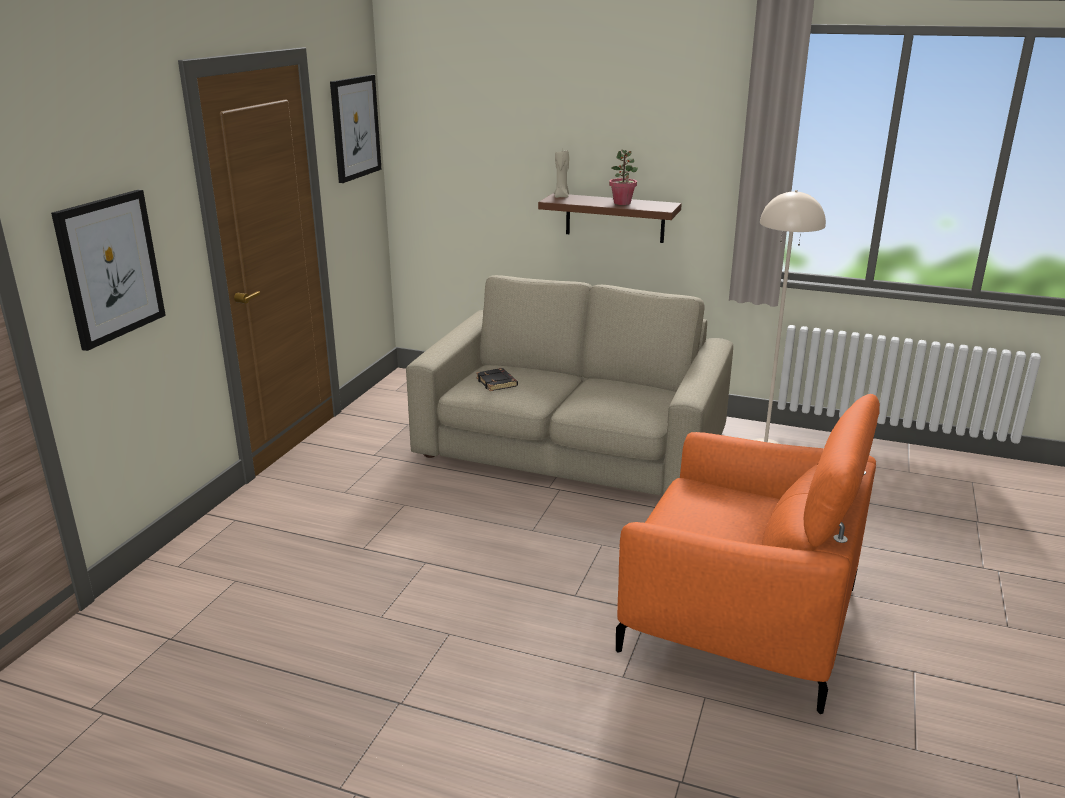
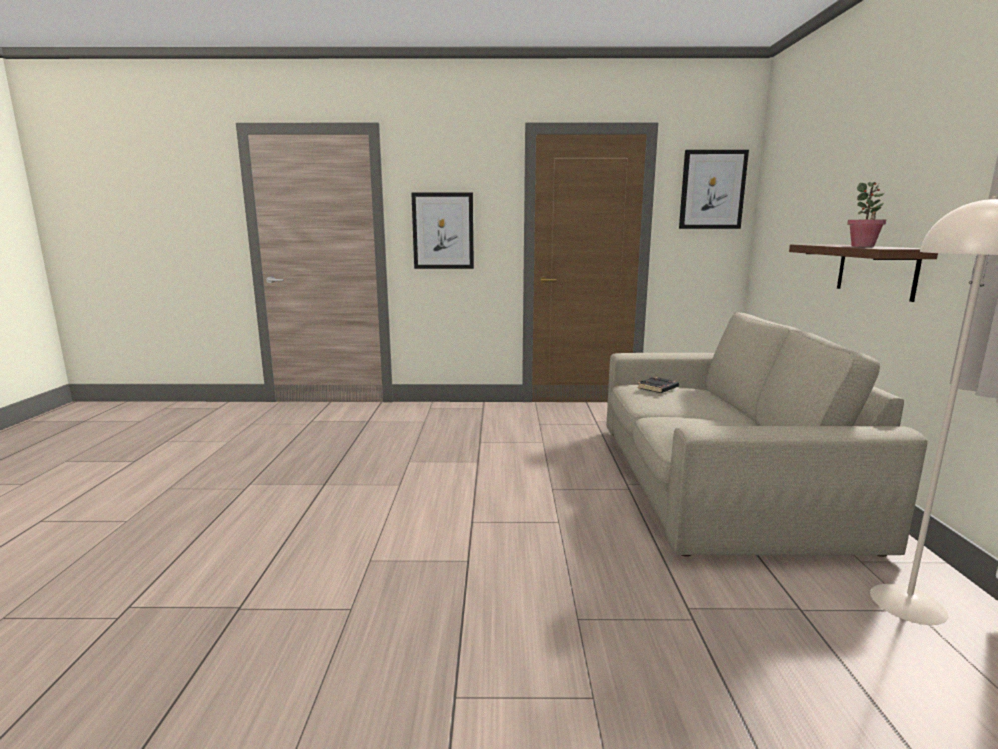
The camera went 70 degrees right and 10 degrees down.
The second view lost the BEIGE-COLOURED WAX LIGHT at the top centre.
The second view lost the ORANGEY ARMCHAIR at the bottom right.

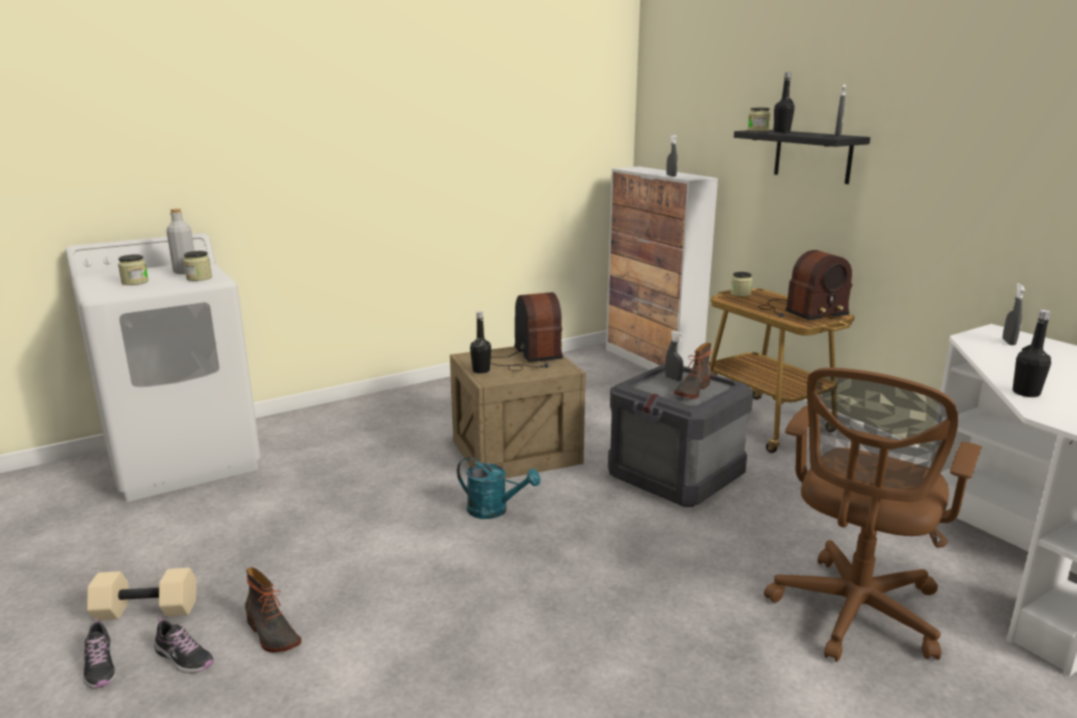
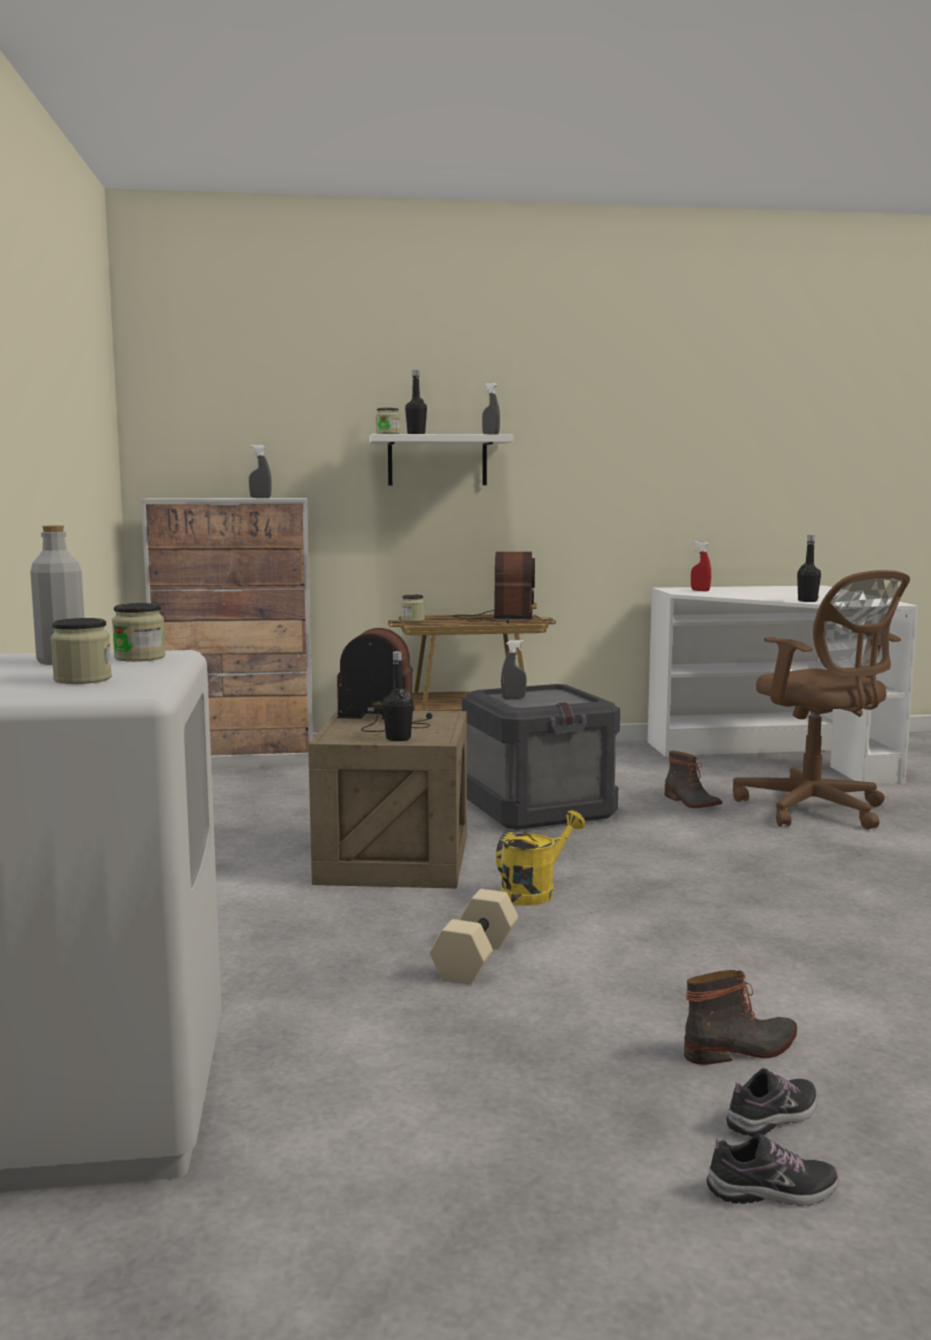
The camera went 65 degrees left and 10 degrees down.
What was the BLACKISH BRACKET SHELF at the top right turned into the WHITE BRACKET SHELF at the centre.
What was the GREYISH HAND SPRAYER (no. 4 from left) at the middle right turned into the REDDISH HAND SPRAYER at the middle right.
The TALL BOOT (no. 2 from left in the first image) ended up elsewhere, having gone from the centre to the middle right.
What was the BLUE-GREEN SPRINKLING CAN at the bottom centre turned into the YELLOWISH SPRINKLING CAN at the centre.
The BEIGE-COLOURED DUMBBELL ended up elsewhere, having gone from the bottom left to the bottom centre.

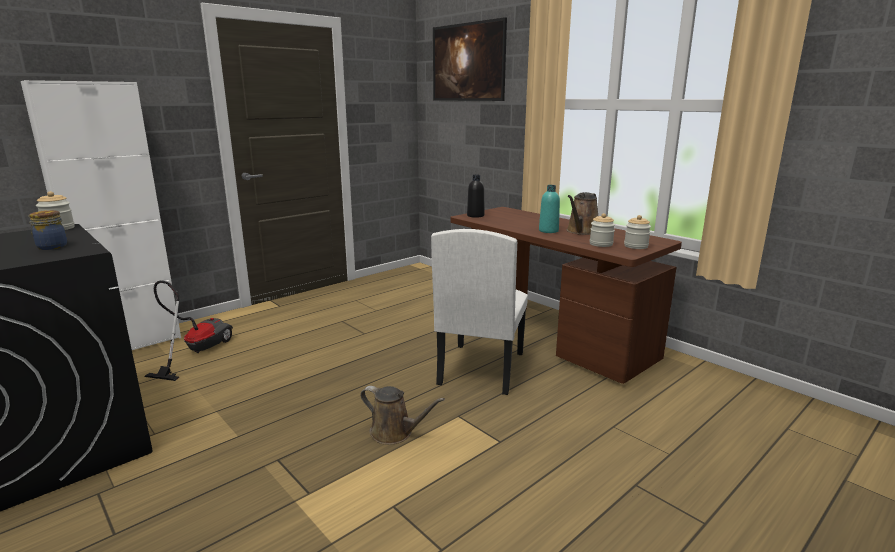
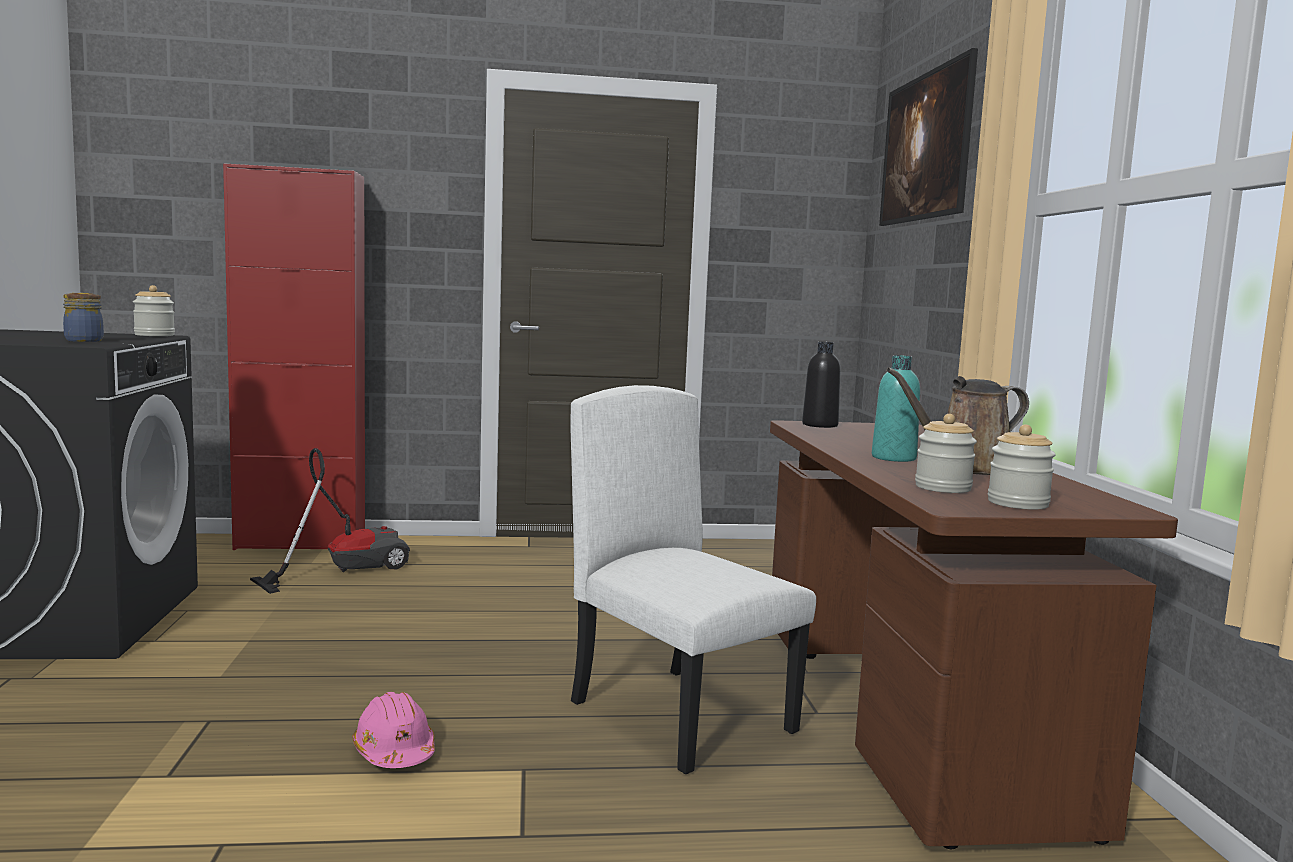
The camera went 35 degrees right and 10 degrees down.
What was the WHITE CUPBOARD at the middle left turned into the REDDISH CUPBOARD at the middle left.
The WHITE CHAIR at the centre ended up facing another way, 90 degrees clockwise from before.
Where the BROWN SPRINKLING CAN (no. 1 from left) stood at the bottom centre, the PINKISH SAFETY HELMET came to stand at the bottom left.

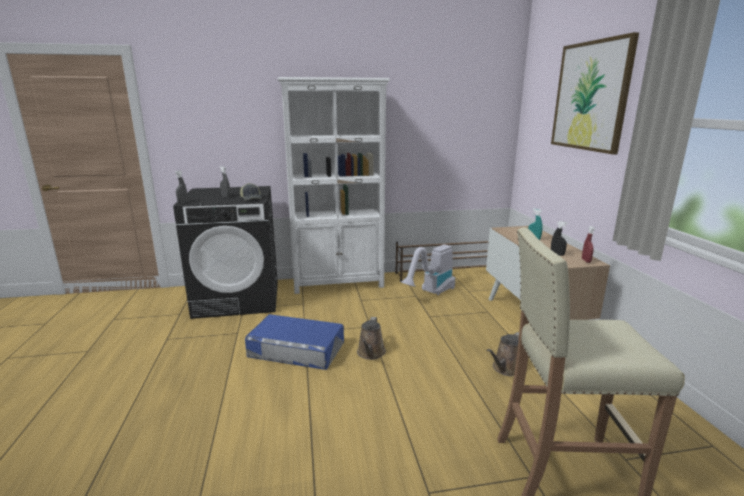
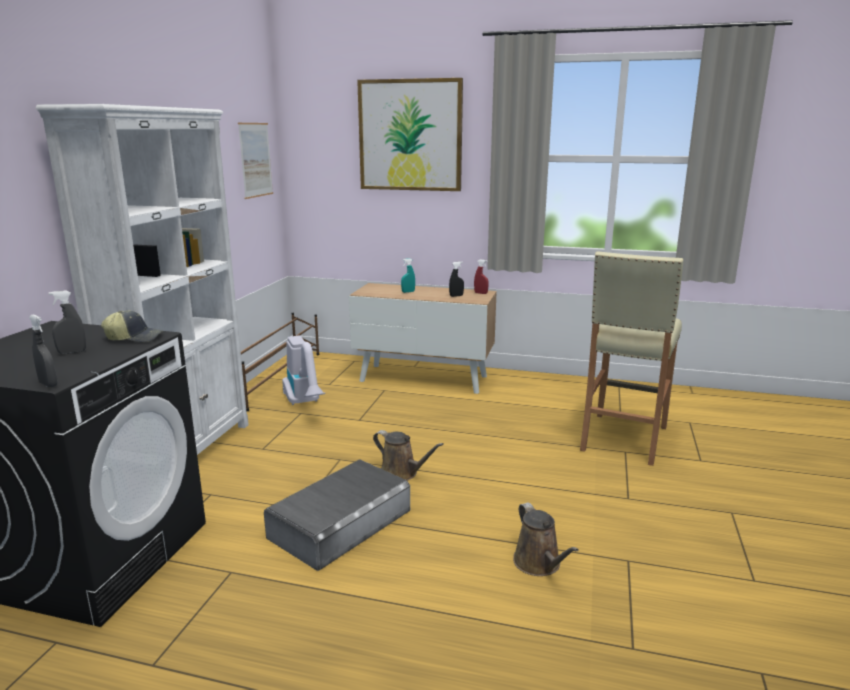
The camera went 65 degrees left and 0 degrees up.
What was the BLUISH STORAGE BIN at the bottom centre turned into the GREYISH STORAGE BIN at the bottom centre.
The BROWN SPRINKLING CAN (no. 2 from left) ended up elsewhere, having gone from the bottom right to the bottom centre.
The second view gained the PICTURE (no. 1 from left) at the top left.

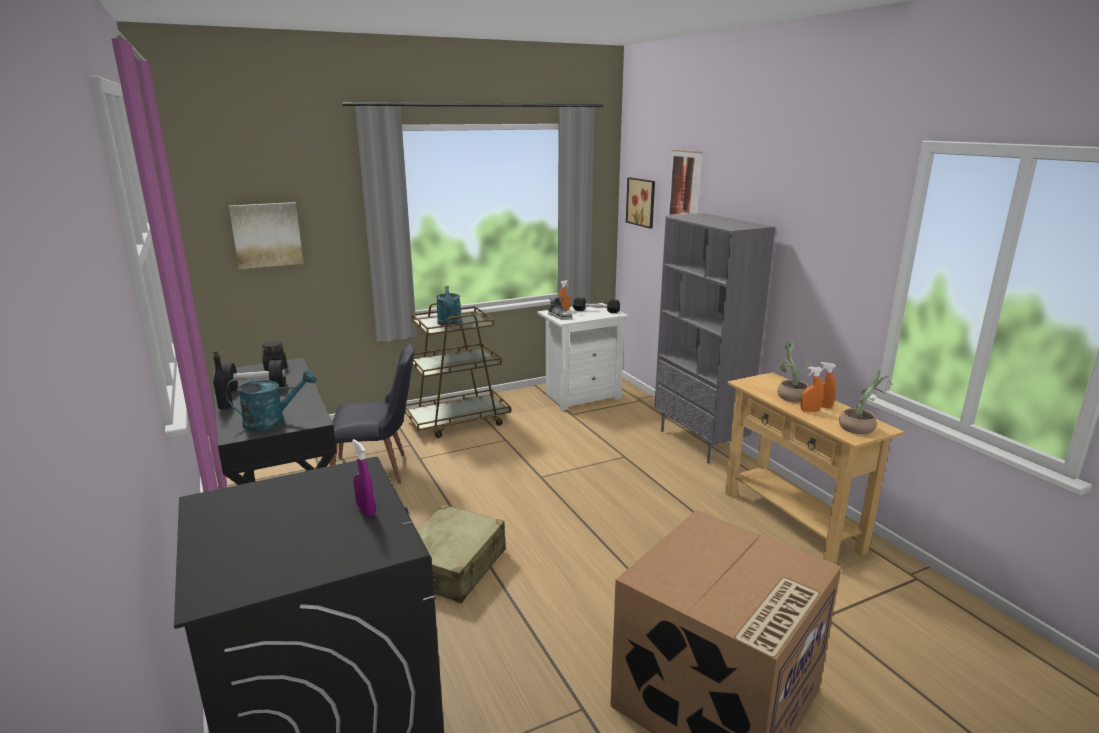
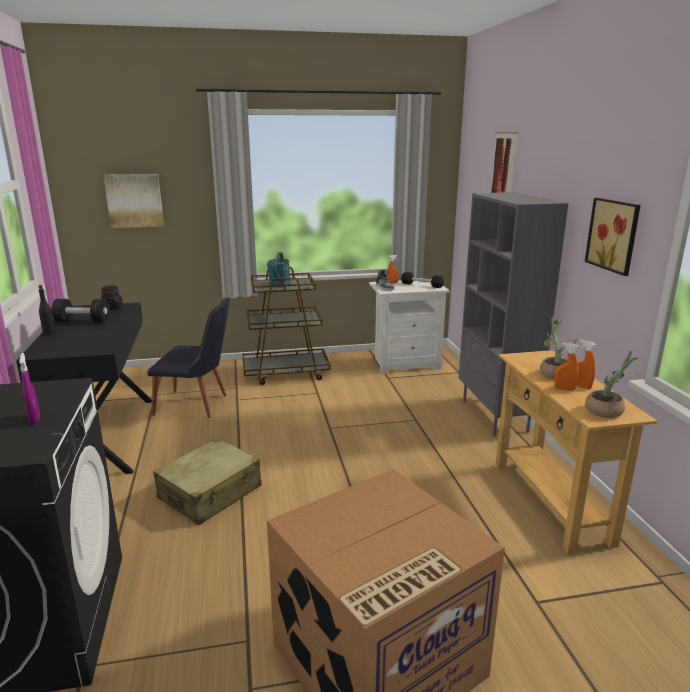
The camera went 15 degrees right and 0 degrees up.
The PICTURE (no. 2 from left in the first image) ended up elsewhere, having gone from the top centre to the middle right.
The second view lost the BLUE-GREEN SPRINKLING CAN (no. 1 from left) at the middle left.

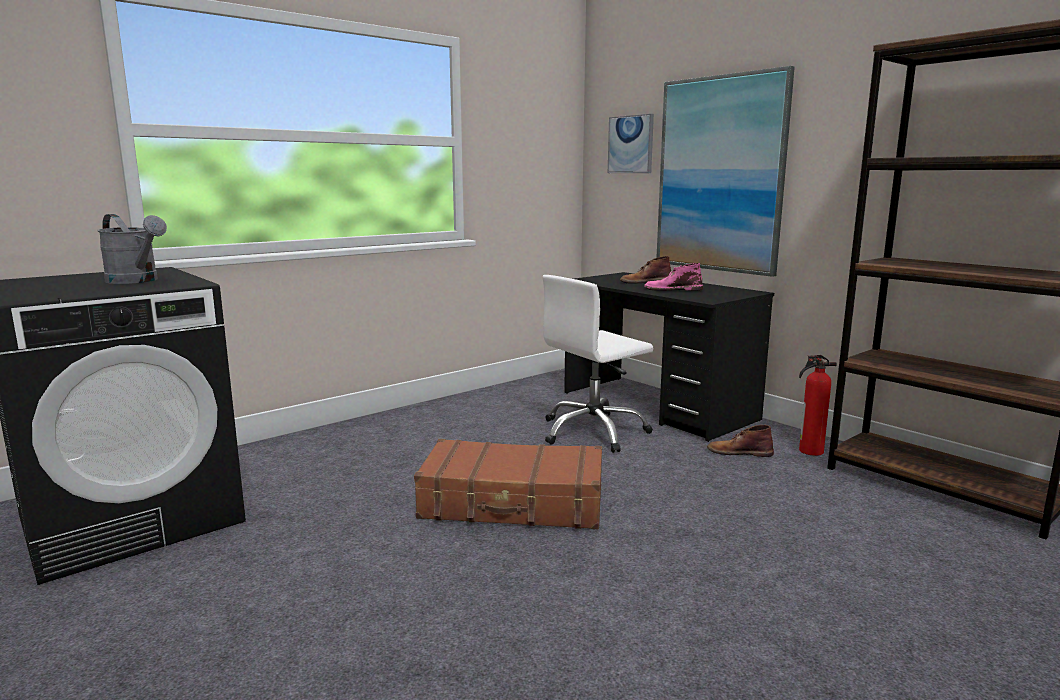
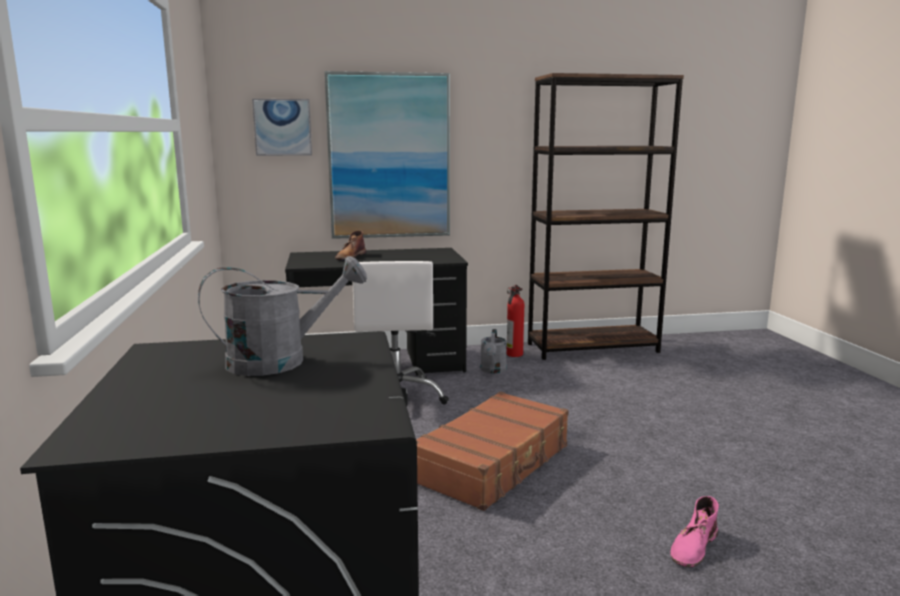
The camera went 60 degrees left and 0 degrees up.
The PINKISH TALL BOOT ended up elsewhere, having gone from the centre to the bottom right.
Where the BROWN TALL BOOT (no. 2 from left) stood at the middle right, the GREYISH SPRINKLING CAN (no. 2 from left) came to stand at the centre.

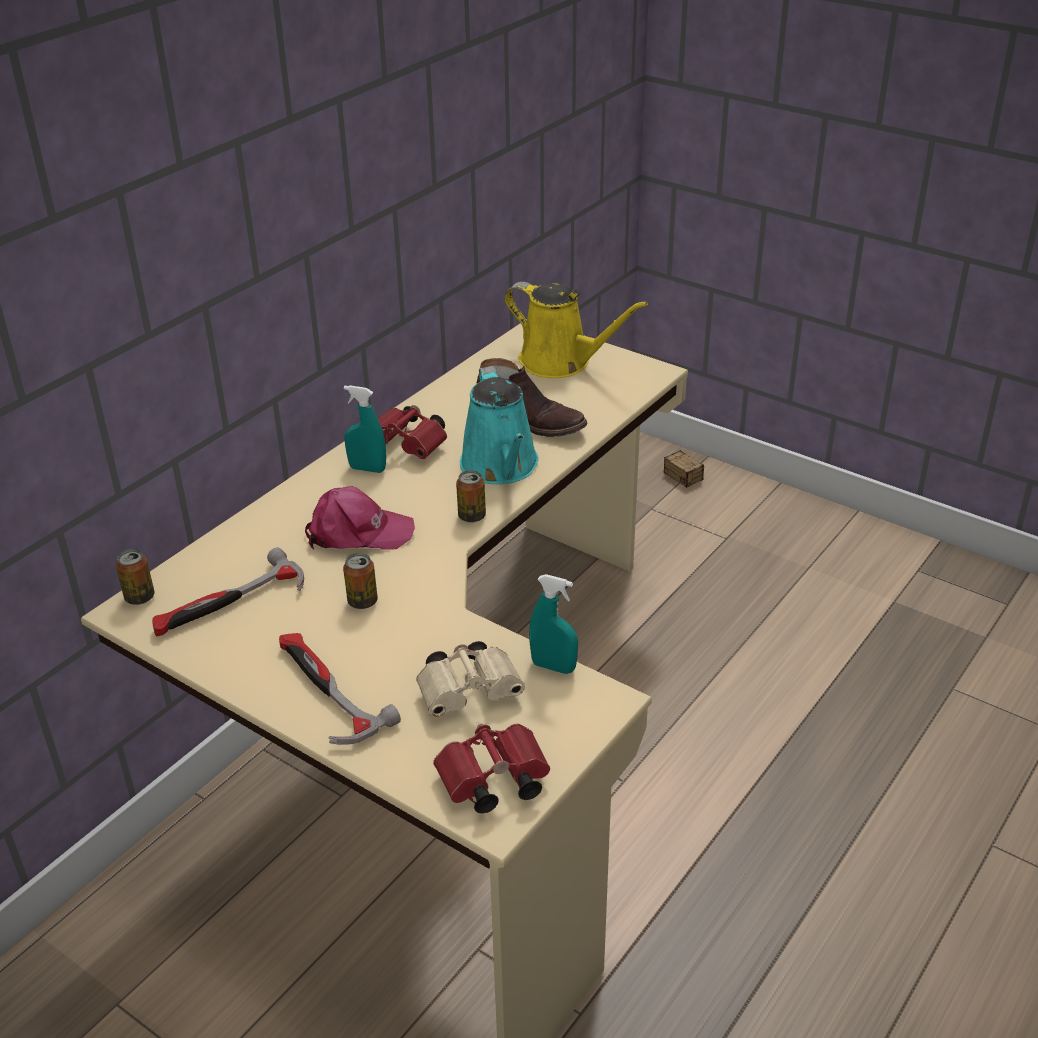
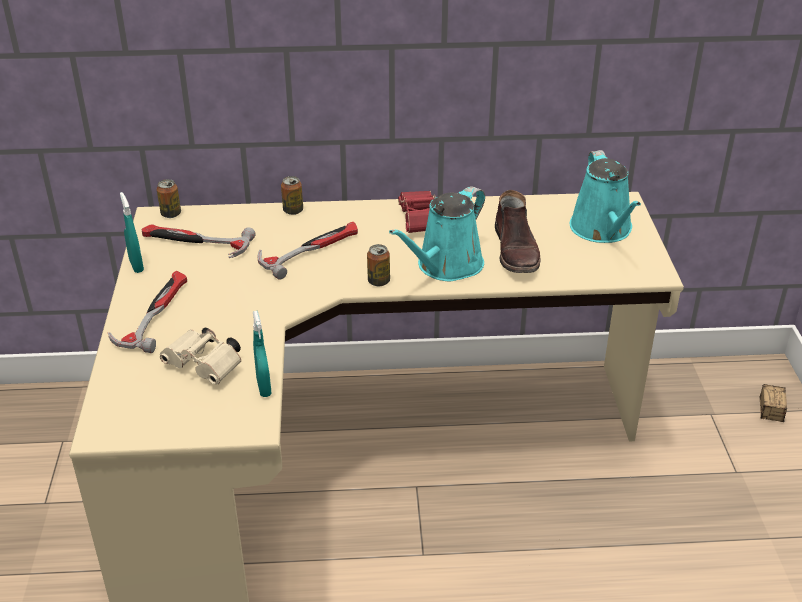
The camera went 50 degrees right and 0 degrees up.
What was the YELLOWISH SPRINKLING CAN at the top centre turned into the BLUE-GREEN SPRINKLING CAN (no. 2 from left) at the top right.
The BLUE-GREEN HAND SPRAYER (no. 1 from left) ended up elsewhere, having gone from the centre to the middle left.
Where the PINKISH PEAKED CAP stood at the centre, the TOOL HAMMER (no. 3 from left) came to stand at the centre.
The SEALED CAN (no. 2 from left) ended up elsewhere, having gone from the centre to the top centre.
The second view lost the REDDISH PAIR OF BINOCULARS (no. 2 from left) at the bottom centre.

